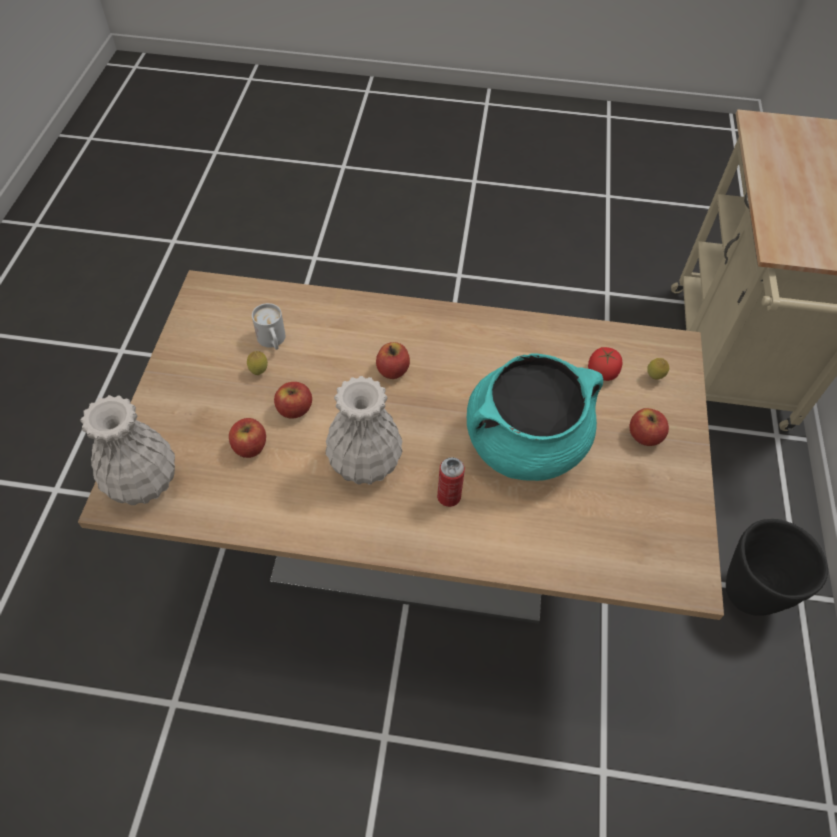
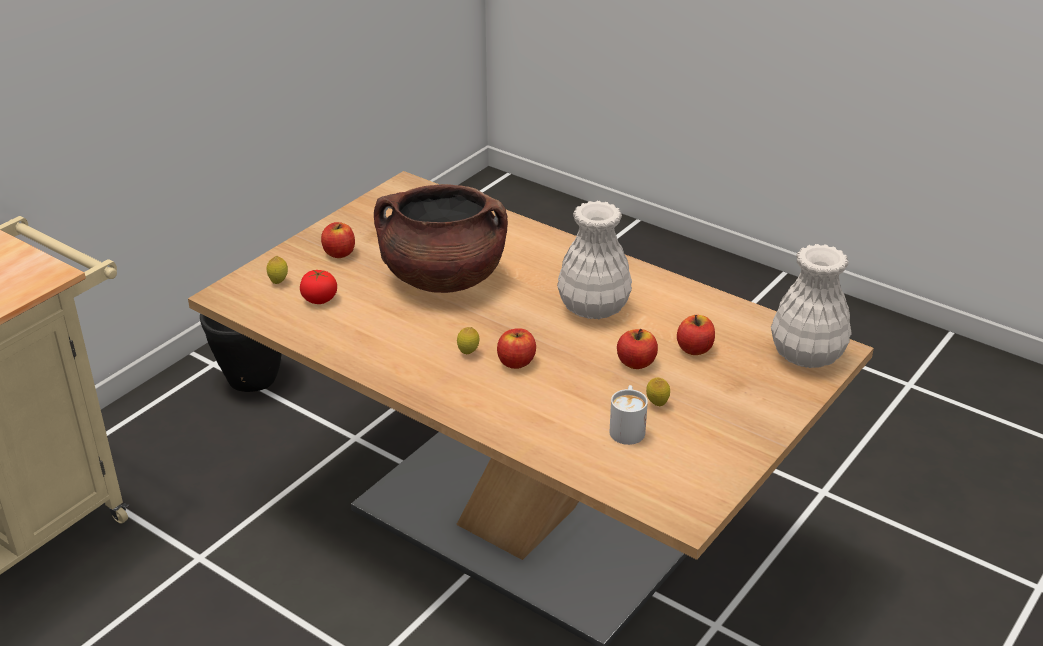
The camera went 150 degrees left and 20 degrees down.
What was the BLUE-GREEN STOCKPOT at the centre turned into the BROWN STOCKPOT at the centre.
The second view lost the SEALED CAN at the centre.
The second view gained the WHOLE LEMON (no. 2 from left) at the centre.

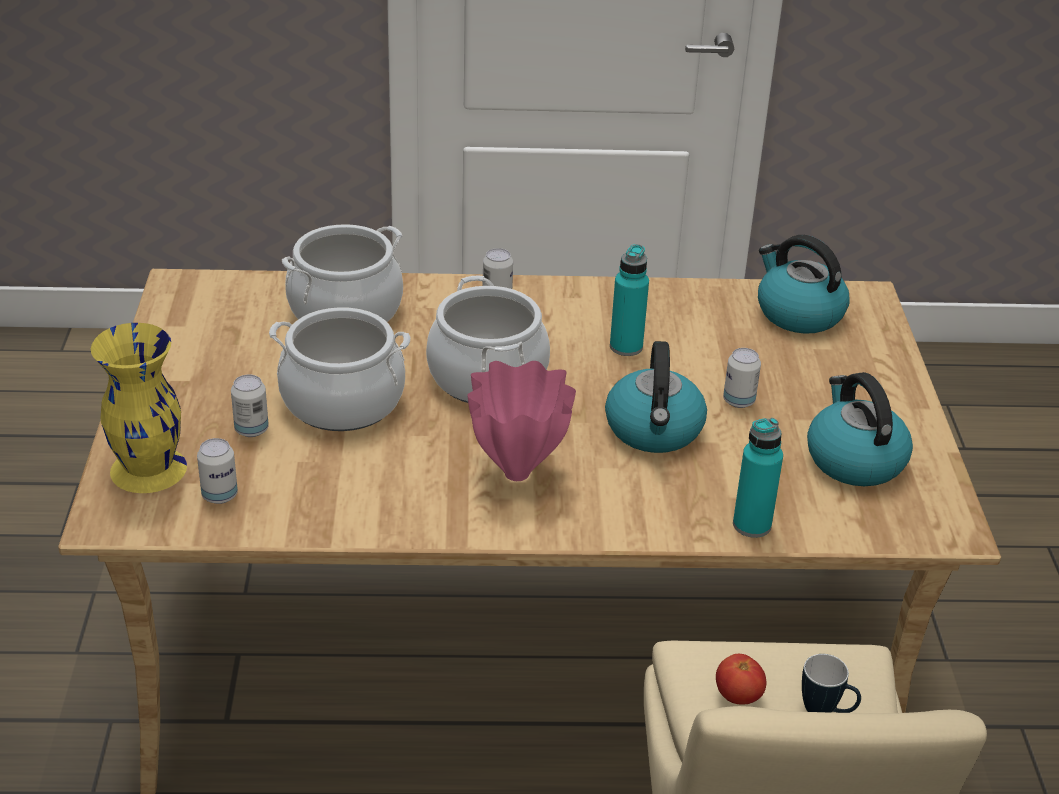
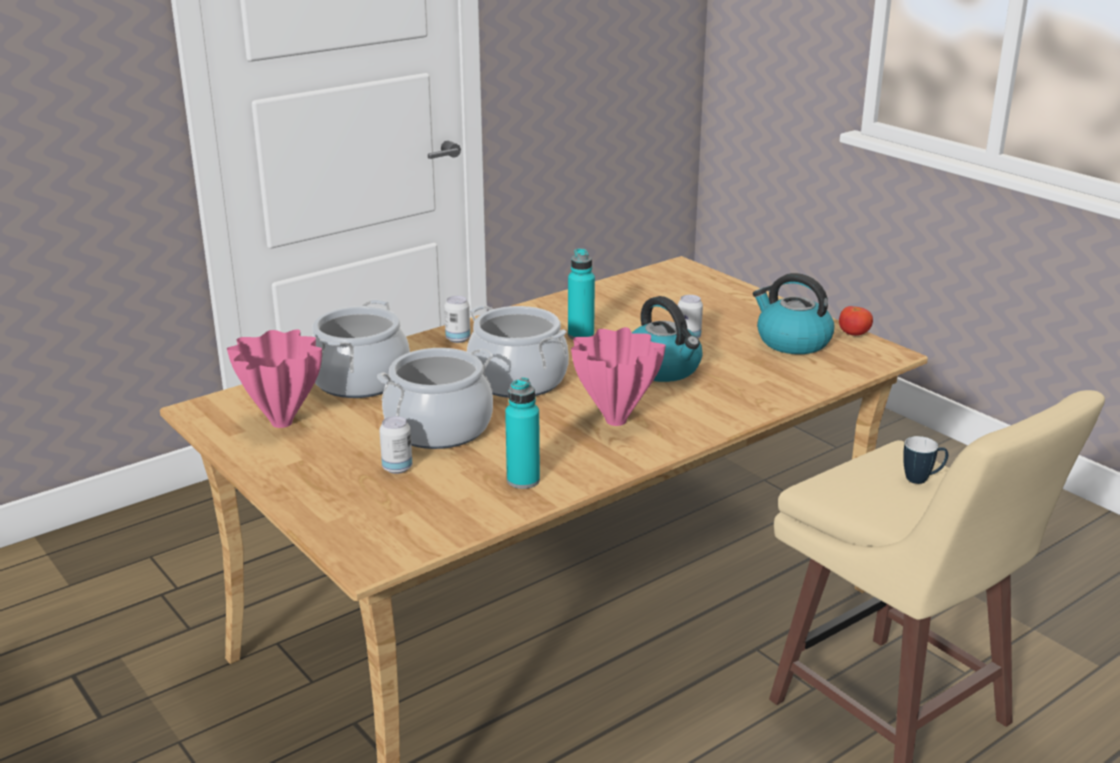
The camera went 35 degrees left and 10 degrees down.
The second view lost the WATER KETTLE (no. 2 from left) at the middle right.
The second view lost the YELLOWISH FLOWER VASE at the middle left.
The BLUE-GREEN DRINK BOTTLE (no. 2 from left in the first image) ended up elsewhere, having gone from the middle right to the centre.
The second view lost the SEALED CAN (no. 1 from left) at the middle left.
The FRESH TOMATO ended up elsewhere, having gone from the bottom right to the middle right.
The second view gained the PINKISH FLOWER VASE (no. 1 from left) at the middle left.

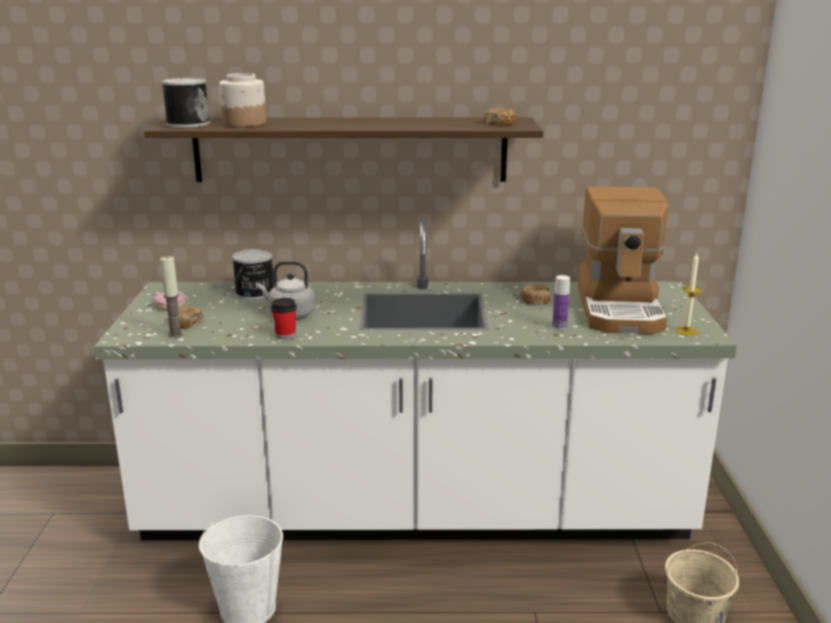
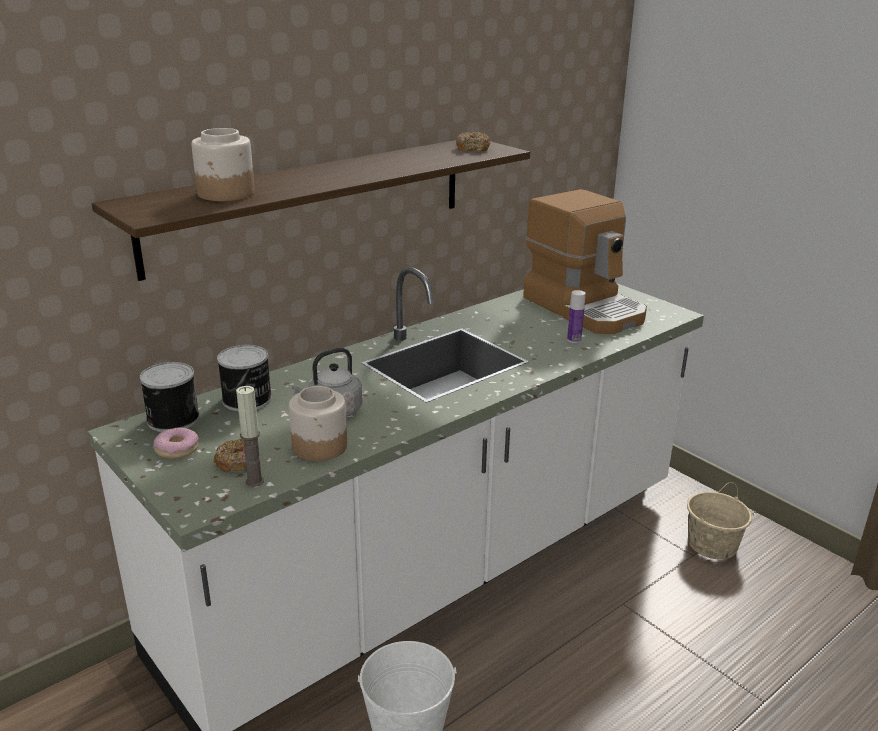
The camera went 40 degrees left and 5 degrees up.
The SEALED CAN (no. 1 from left) ended up elsewhere, having gone from the top left to the middle left.
The second view lost the WAX LIGHT (no. 2 from left) at the middle right.
The second view lost the RING DOUGHNUT (no. 4 from left) at the centre.
The second view lost the SMALL CUP at the centre.
The second view gained the STORAGE JAR (no. 2 from left) at the centre.

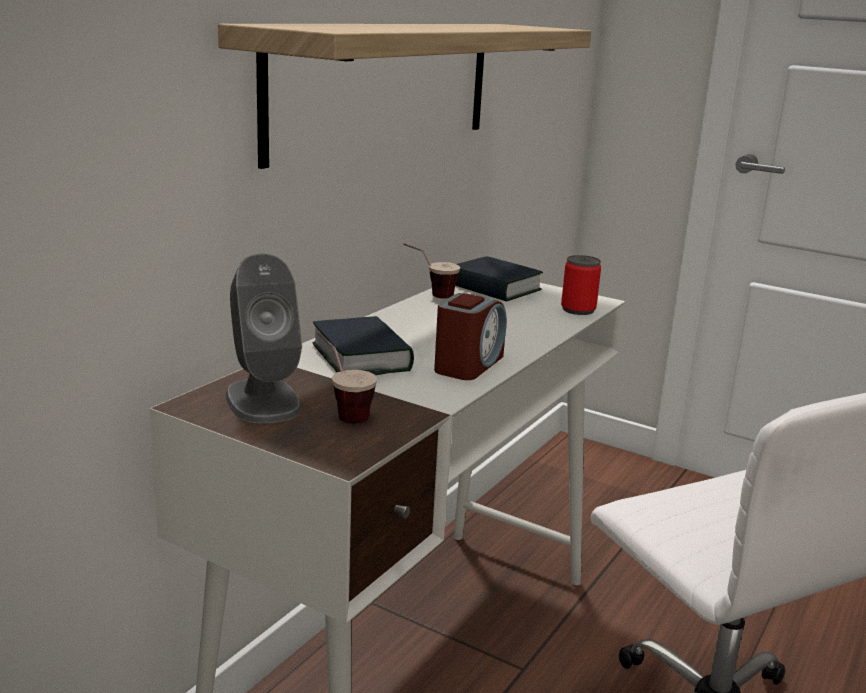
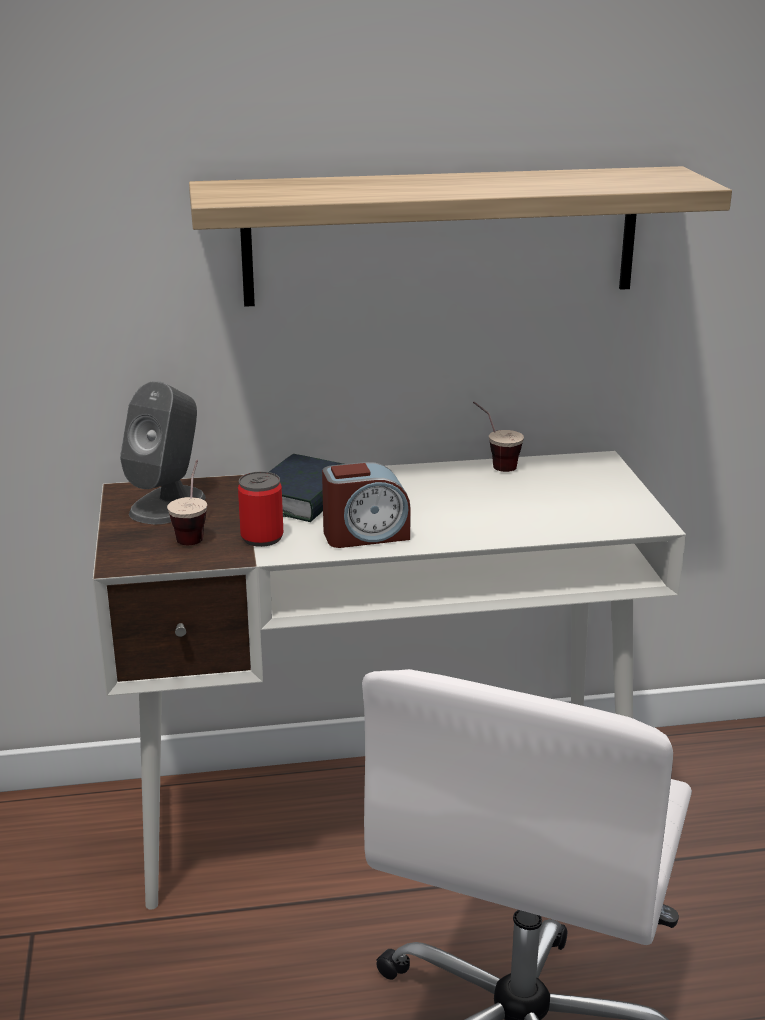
The camera went 50 degrees right and 5 degrees up.
The SEALED CAN ended up elsewhere, having gone from the middle right to the centre.
The second view lost the VOLUME (no. 2 from left) at the centre.

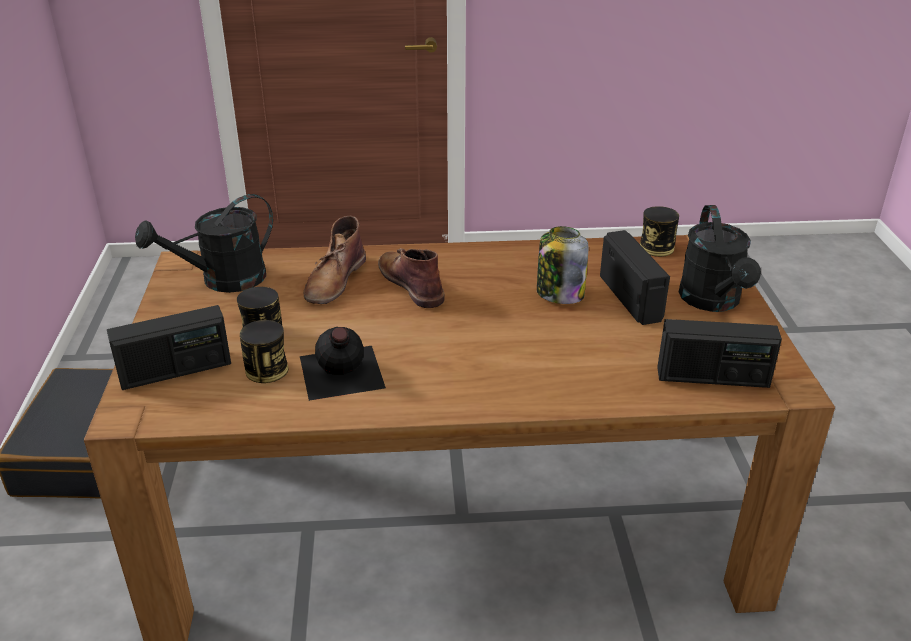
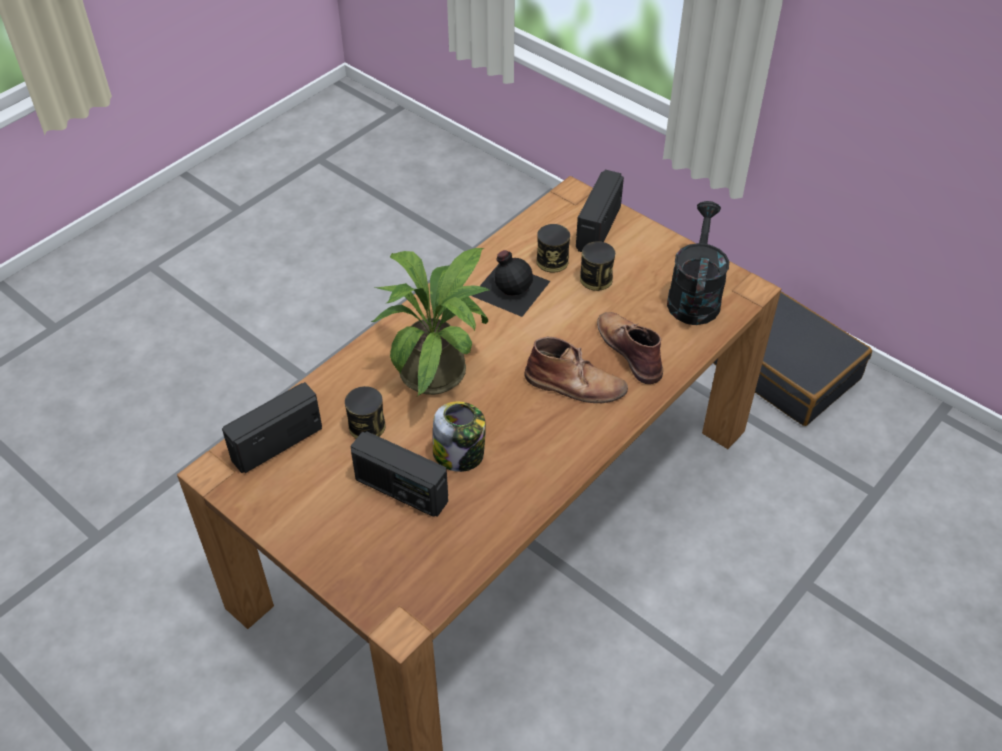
The camera went 135 degrees right and 15 degrees up.
The second view lost the BLACKISH SPRINKLING CAN (no. 2 from left) at the middle right.
The SEALED CAN (no. 3 from left in the first image) ended up elsewhere, having gone from the middle right to the centre.
The second view gained the HOUSEPLANT at the centre.

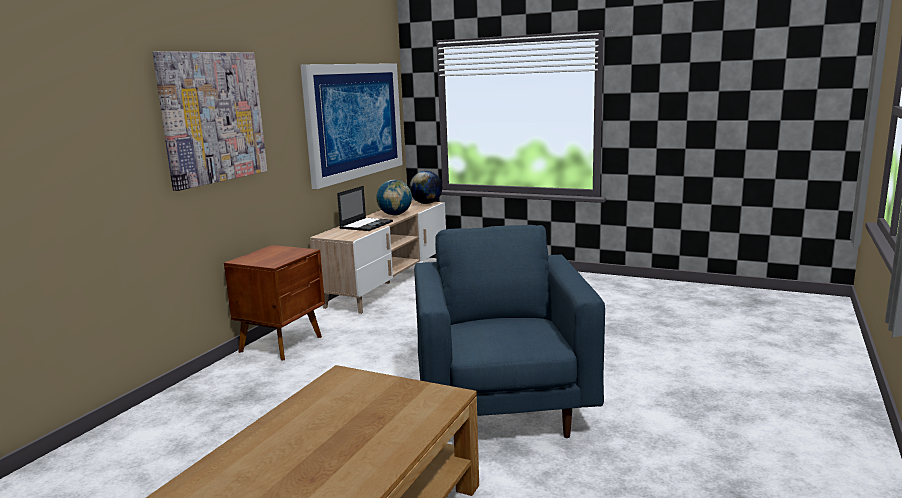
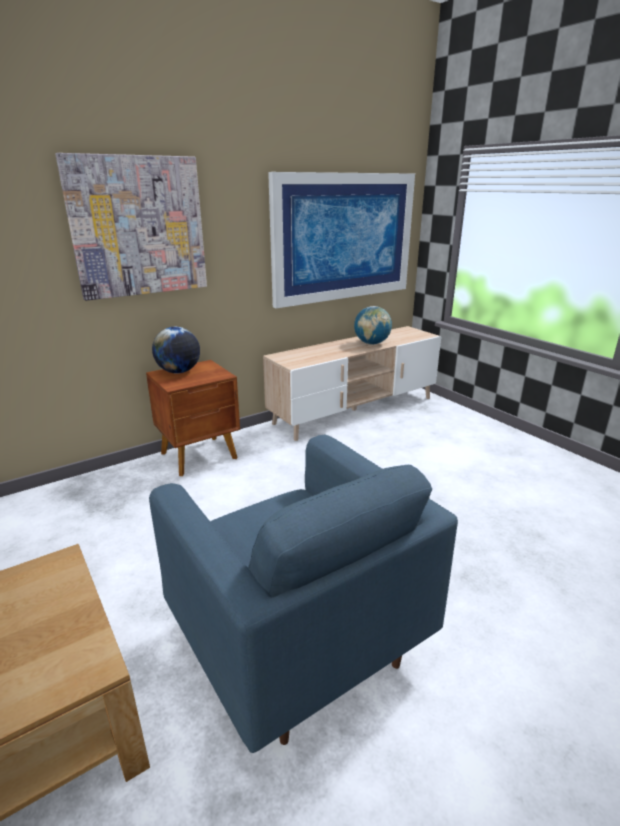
The camera went 30 degrees right and 10 degrees up.
The GLOBE (no. 2 from left in the first image) ended up elsewhere, having gone from the centre to the middle left.
The second view lost the PORTABLE COMPUTER at the centre.
The BLUISH ARMCHAIR at the centre ended up facing another way, 120 degrees clockwise from before.

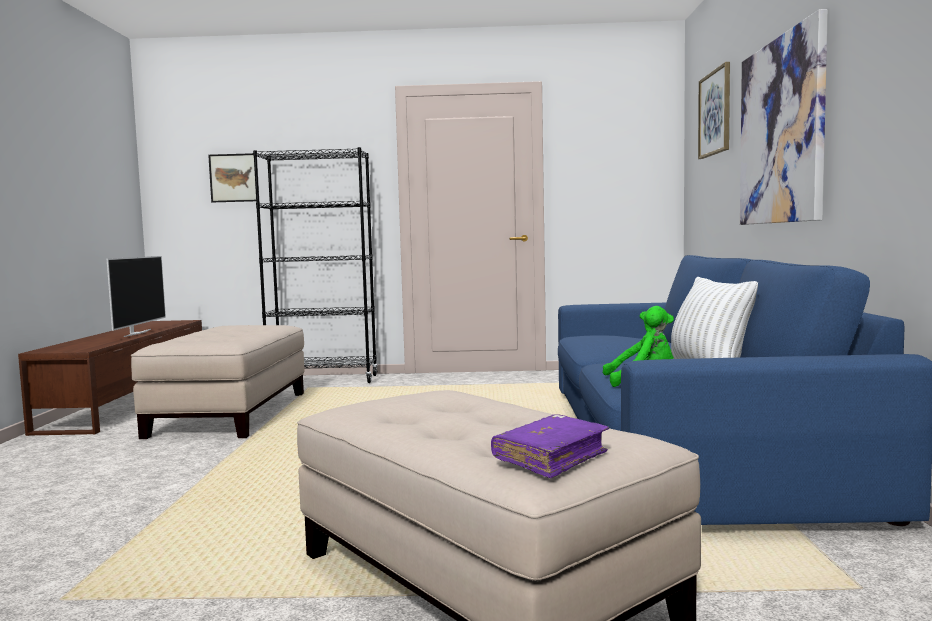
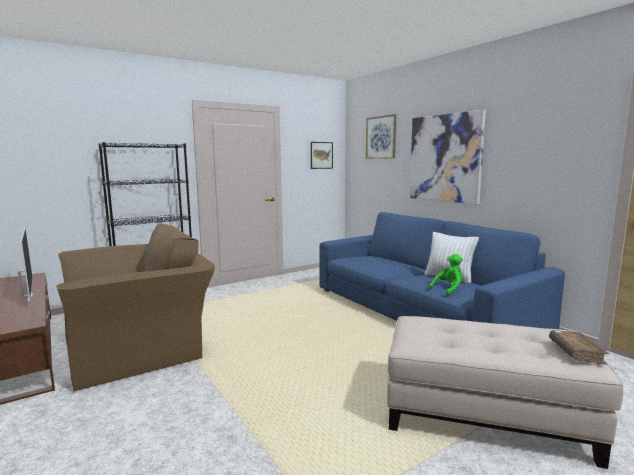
The camera went 35 degrees left and 5 degrees up.
The PICTURE (no. 1 from left) ended up elsewhere, having gone from the top left to the top centre.
Where the BEIGE-COLOURED FOOTREST (no. 1 from left) stood at the middle left, the BROWN ARMCHAIR came to stand at the middle left.
What was the PURPLE-COLOURED VOLUME at the bottom centre turned into the BROWN VOLUME at the bottom right.

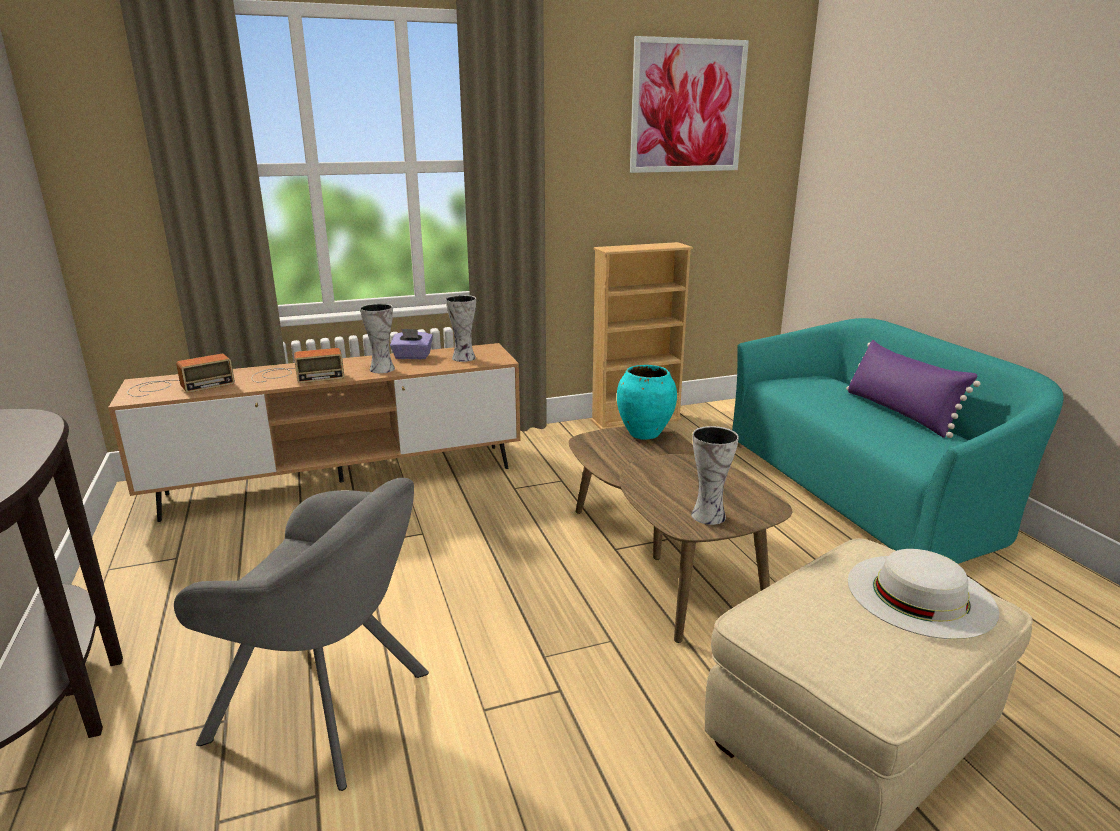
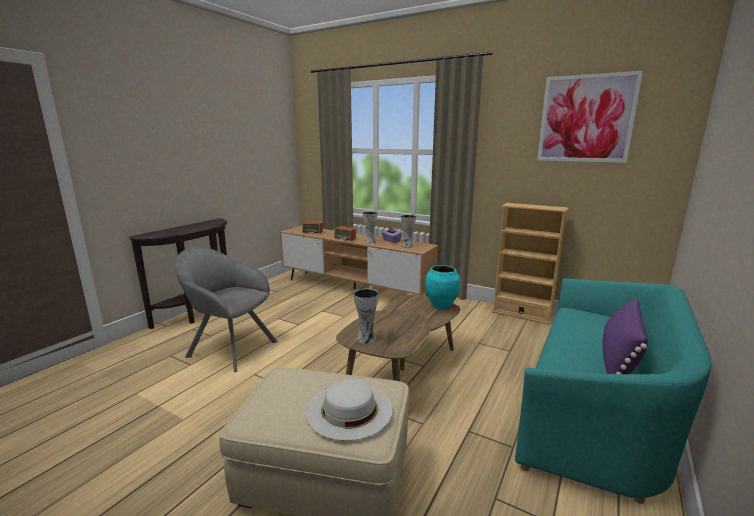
The camera went 50 degrees right and 5 degrees down.
The GREYISH ARMCHAIR at the bottom left ended up facing another way, 135 degrees clockwise from before.

